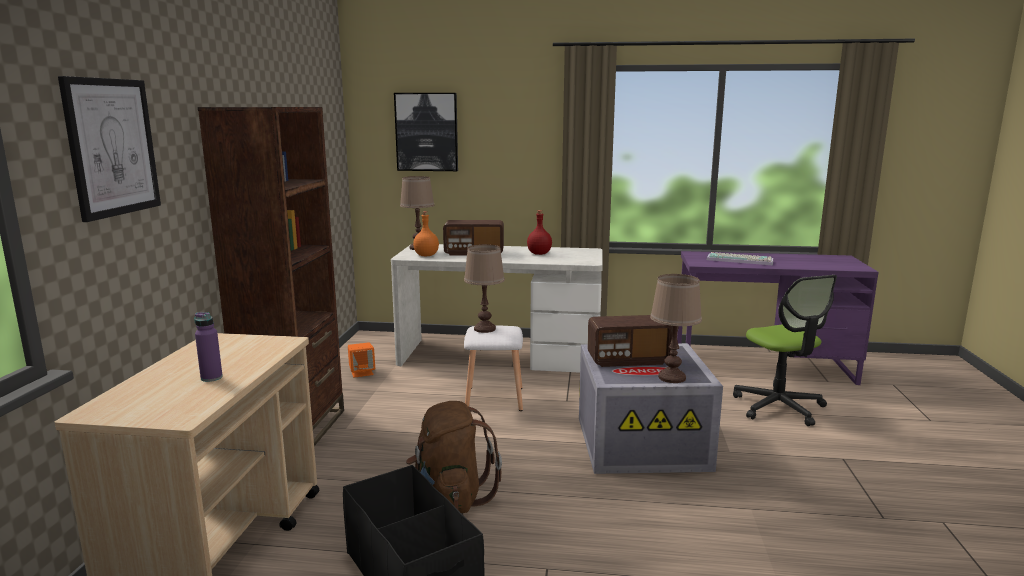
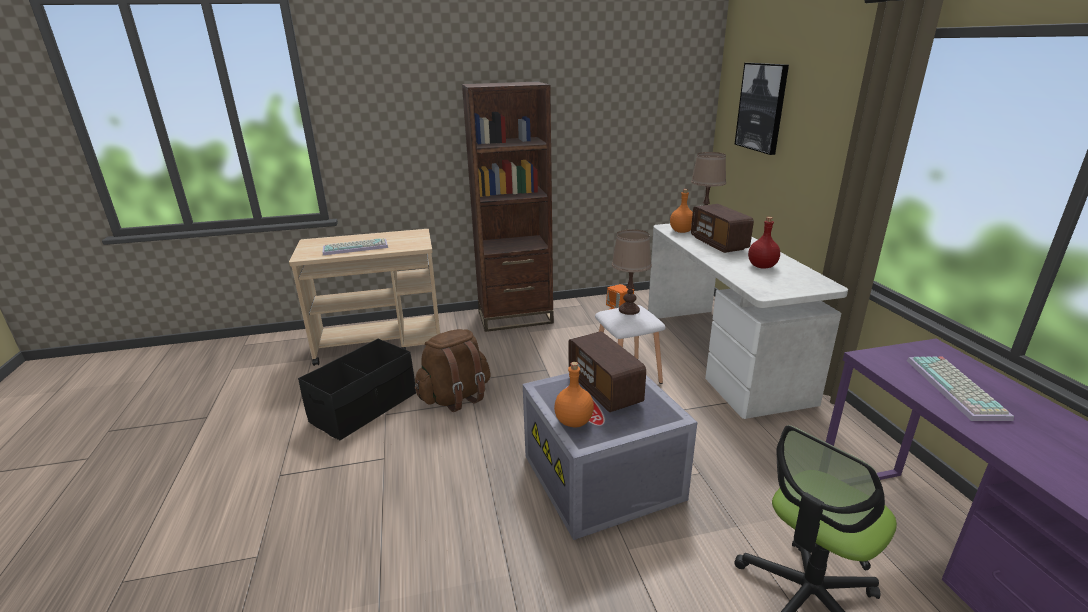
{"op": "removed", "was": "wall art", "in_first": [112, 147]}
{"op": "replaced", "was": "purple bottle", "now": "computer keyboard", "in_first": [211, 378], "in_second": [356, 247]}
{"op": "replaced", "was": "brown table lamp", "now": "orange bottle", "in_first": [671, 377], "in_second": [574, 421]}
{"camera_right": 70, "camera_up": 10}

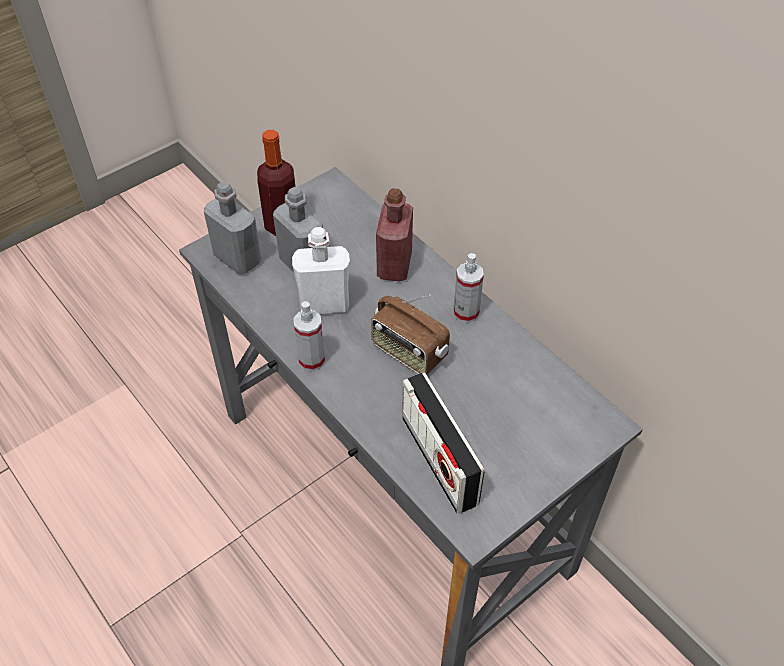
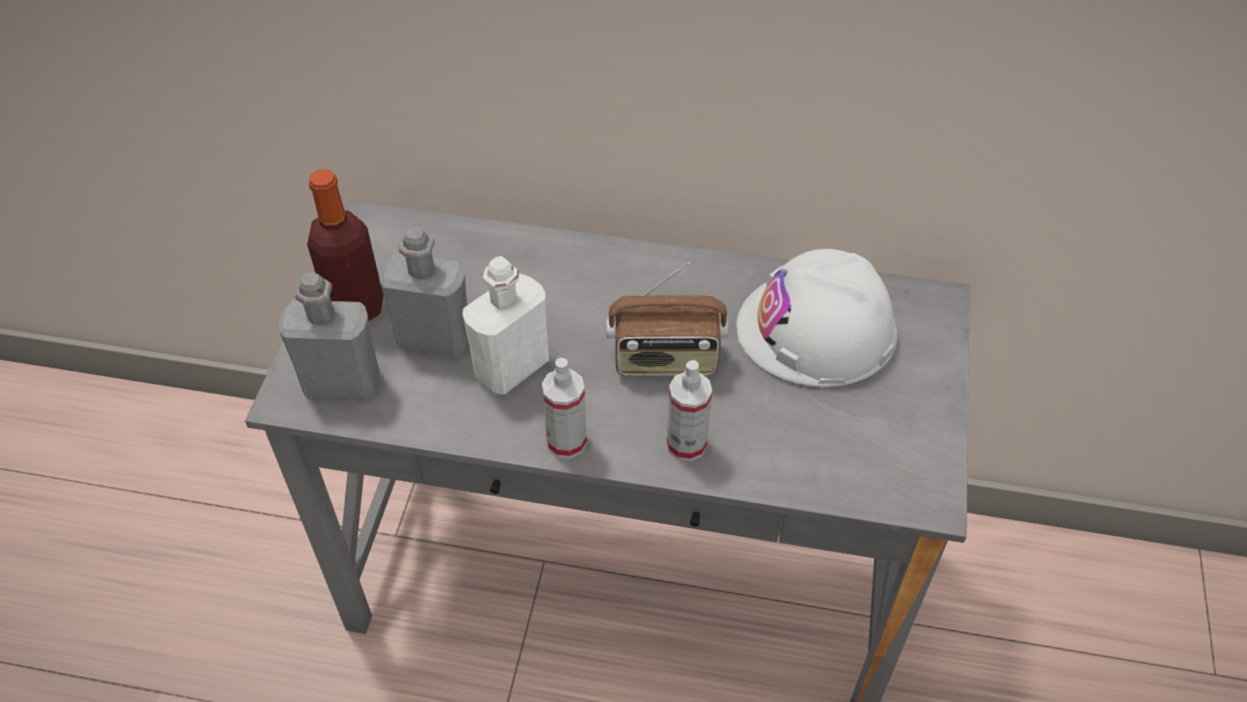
{"op": "removed", "was": "red bottle", "in_first": [394, 265]}
{"op": "removed", "was": "radio receiver", "in_first": [439, 460]}
{"op": "added", "now": "white-coloured hard hat", "in_second": [817, 330]}
{"op": "moved", "was": "hand sprayer", "in_first": [466, 312], "in_second": [686, 444]}
{"camera_right": -40, "camera_up": 0}

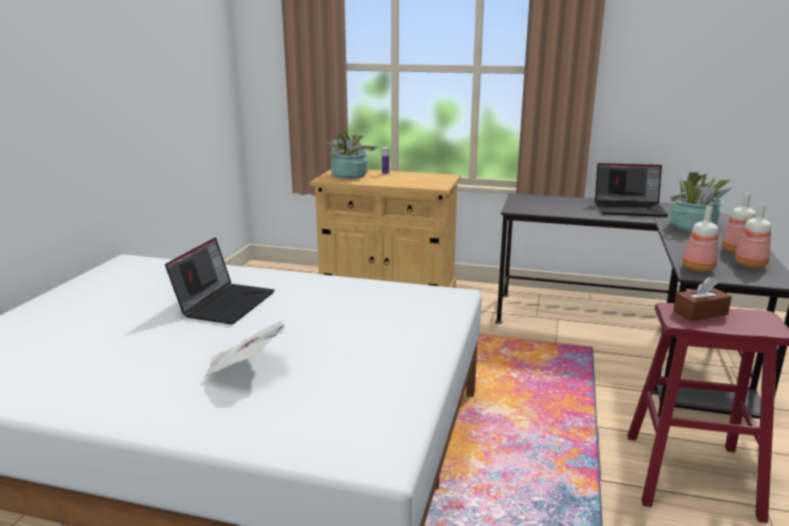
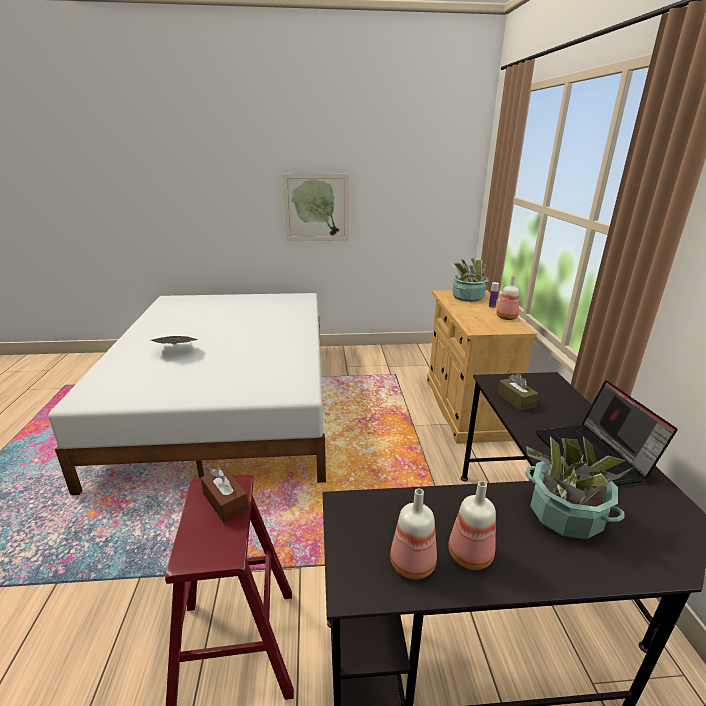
{"op": "removed", "was": "notebook computer", "in_first": [225, 303]}
{"op": "added", "now": "wall art", "in_second": [316, 208]}
{"op": "added", "now": "brown tissue box", "in_second": [516, 400]}
{"op": "moved", "was": "bottle", "in_first": [697, 268], "in_second": [506, 317]}
{"camera_right": 70, "camera_up": 5}

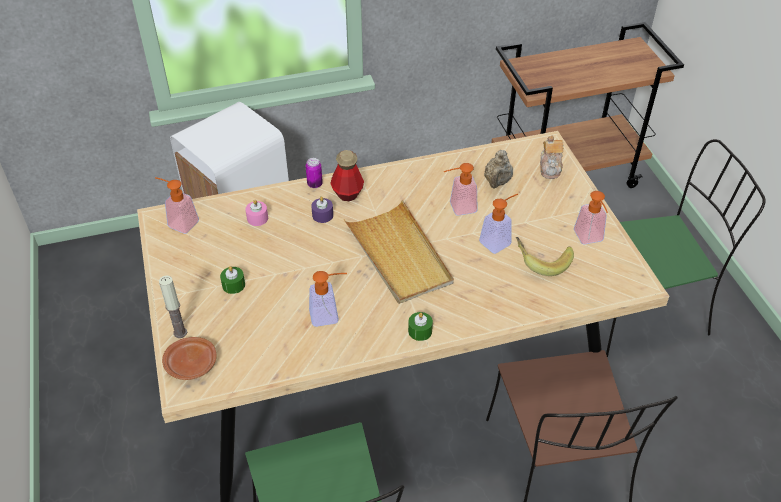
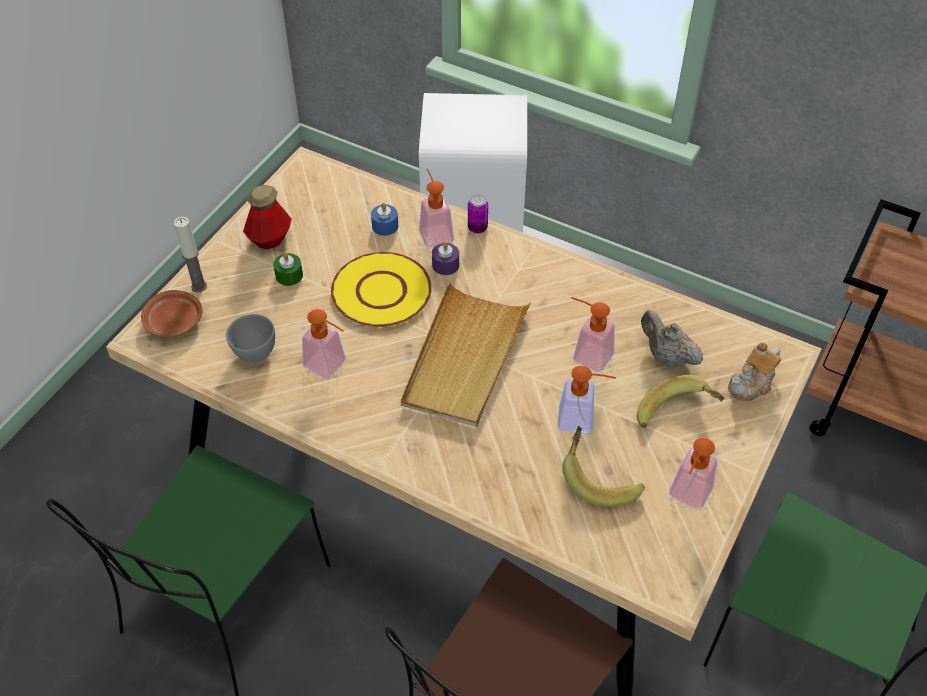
{"op": "removed", "was": "green candle", "in_first": [420, 331]}
{"op": "added", "now": "grey deep dish", "in_second": [255, 353]}
{"op": "added", "now": "yellow flat dish", "in_second": [380, 291]}
{"op": "added", "now": "whole banana", "in_second": [677, 416]}
{"op": "moved", "was": "liquid soap bottle", "in_first": [179, 222], "in_second": [434, 231]}
{"op": "moved", "was": "bottle", "in_first": [347, 193], "in_second": [270, 238]}
{"op": "recoloured", "was": "pink candle", "now": "blue candle", "in_first": [257, 218], "in_second": [385, 226]}
{"op": "turned", "was": "sand-coloured pot for tea", "in_first": [497, 182], "in_second": [666, 357], "clockwise": 75}
{"camera_right": 45, "camera_up": 5}

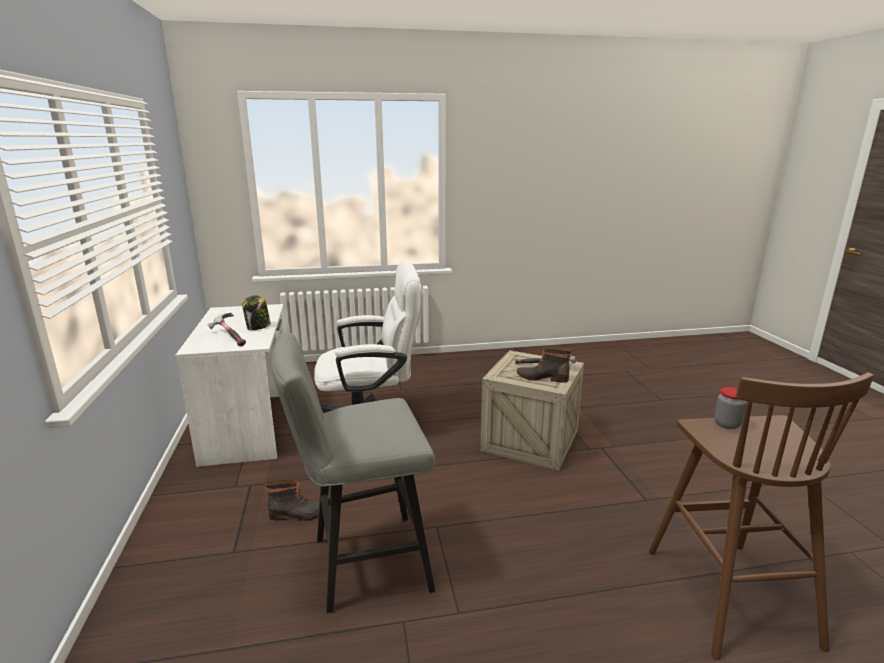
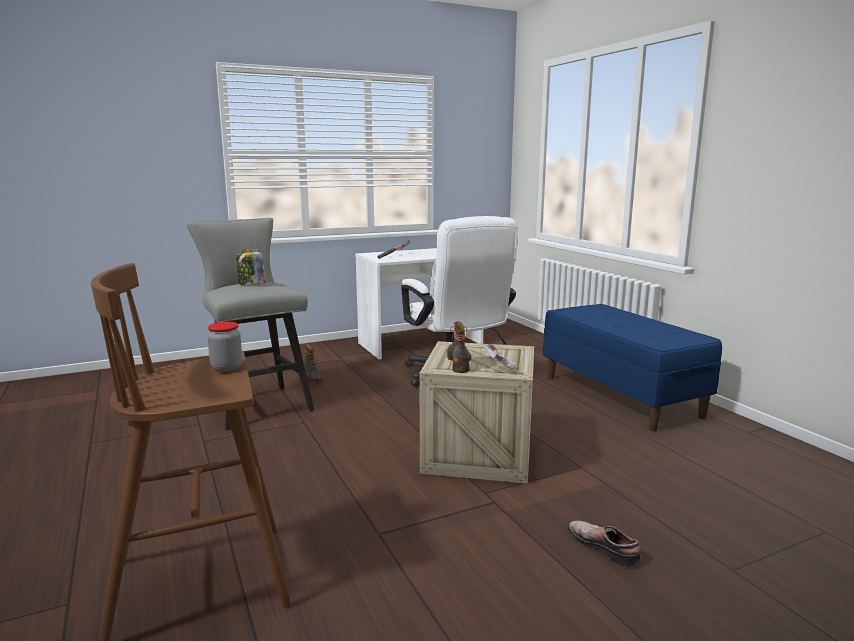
{"op": "added", "now": "blue long seat", "in_second": [621, 396]}
{"op": "added", "now": "shoe", "in_second": [604, 546]}
{"op": "moved", "was": "preserve jar", "in_first": [258, 327], "in_second": [251, 284]}
{"camera_right": 75, "camera_up": -5}

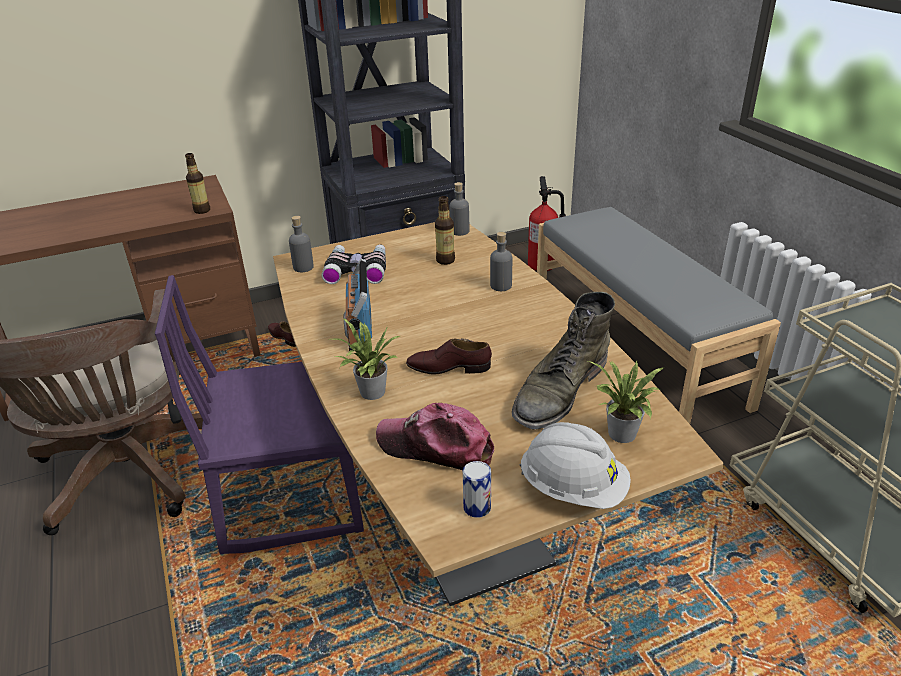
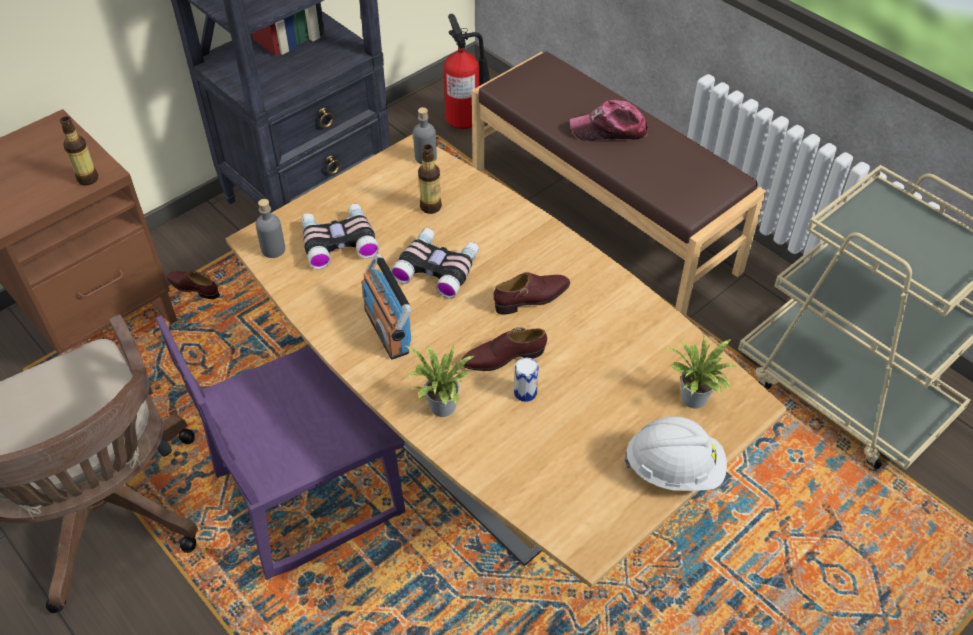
{"op": "removed", "was": "grey bottle", "in_first": [501, 286]}
{"op": "removed", "was": "green high-top boot", "in_first": [559, 391]}
{"op": "added", "now": "pair of binoculars", "in_second": [438, 267]}
{"op": "added", "now": "brown shoe", "in_second": [532, 298]}
{"op": "moved", "was": "peaked cap", "in_first": [436, 447], "in_second": [609, 130]}
{"op": "moved", "was": "metal can", "in_first": [477, 507], "in_second": [525, 392]}
{"op": "recoloured", "was": "grey long seat", "now": "brown long seat", "in_first": [635, 349], "in_second": [603, 219]}
{"camera_right": -20, "camera_up": 15}

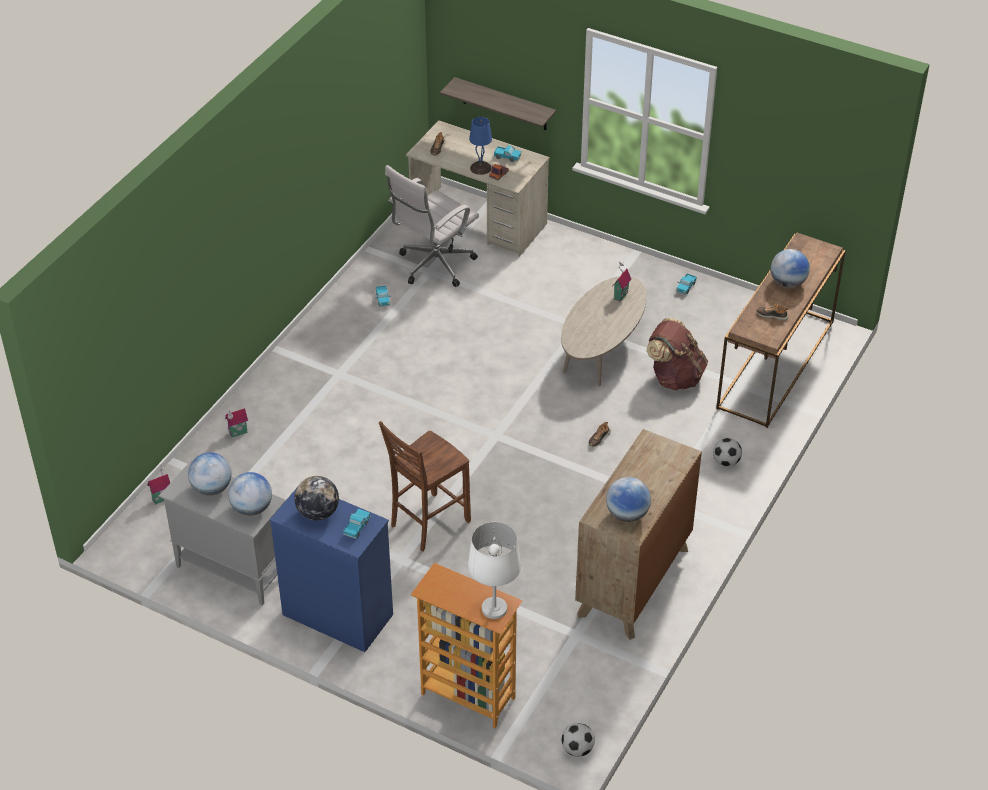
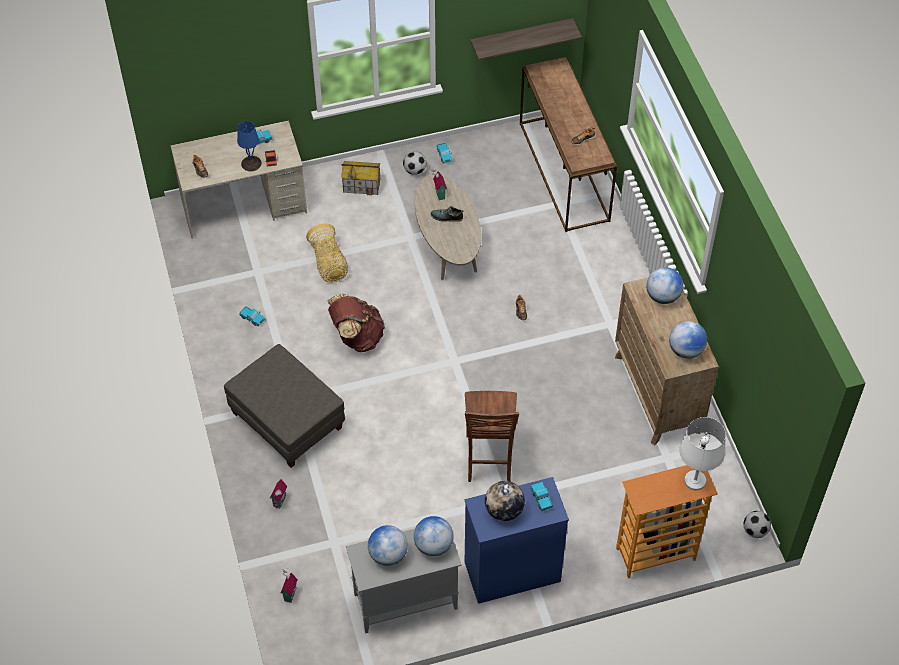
{"op": "removed", "was": "white-coloured office chair", "in_first": [433, 266]}
{"op": "added", "now": "grey footrest", "in_second": [287, 421]}
{"op": "added", "now": "basket", "in_second": [328, 263]}
{"op": "added", "now": "model house", "in_second": [362, 185]}
{"op": "added", "now": "shoe", "in_second": [447, 217]}
{"op": "moved", "was": "bracket shelf", "in_first": [504, 104], "in_second": [521, 37]}
{"op": "moved", "was": "brown rucksack", "in_first": [674, 377], "in_second": [357, 337]}
{"op": "moved", "was": "ball for football", "in_first": [726, 462], "in_second": [414, 170]}
{"op": "moved", "was": "world globe", "in_first": [787, 282], "in_second": [662, 296]}
{"camera_right": -45, "camera_up": 10}

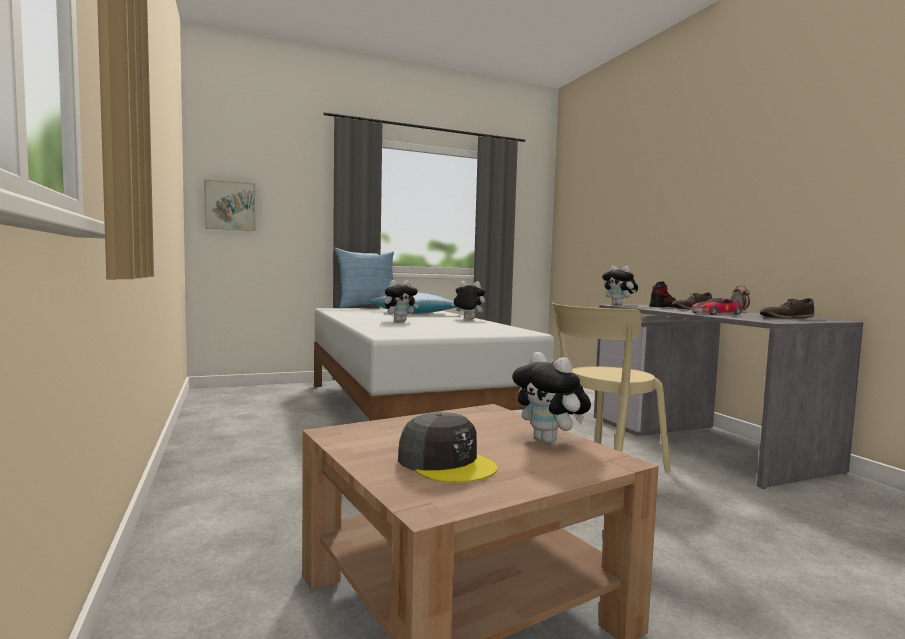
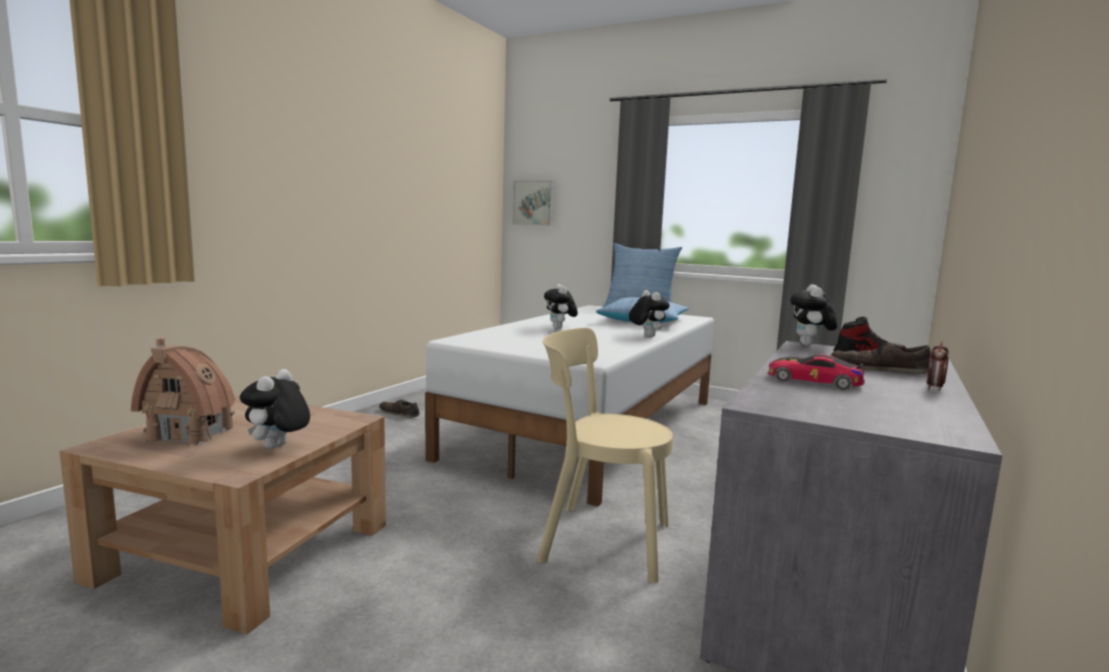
{"op": "moved", "was": "brown shoe", "in_first": [786, 318], "in_second": [399, 413]}
{"op": "replaced", "was": "grey peaked cap", "now": "model house", "in_first": [446, 463], "in_second": [191, 434]}
{"op": "turned", "was": "plush toy", "in_first": [400, 321], "in_second": [560, 328], "clockwise": 60}
{"camera_right": 50, "camera_up": 5}

